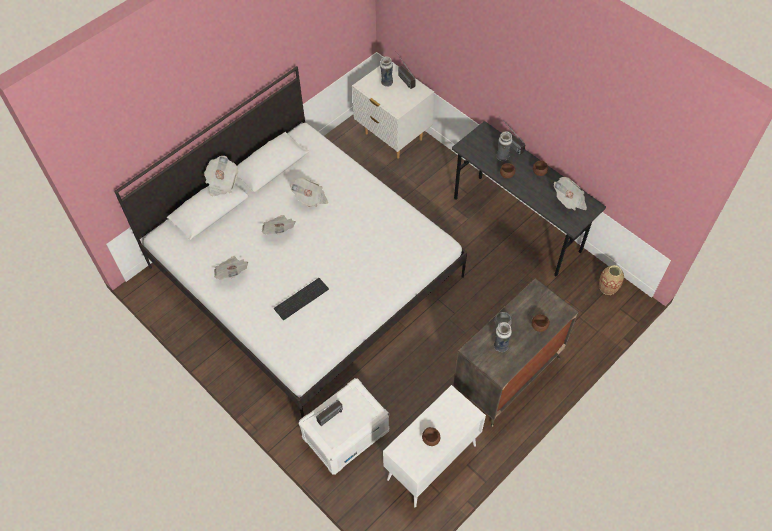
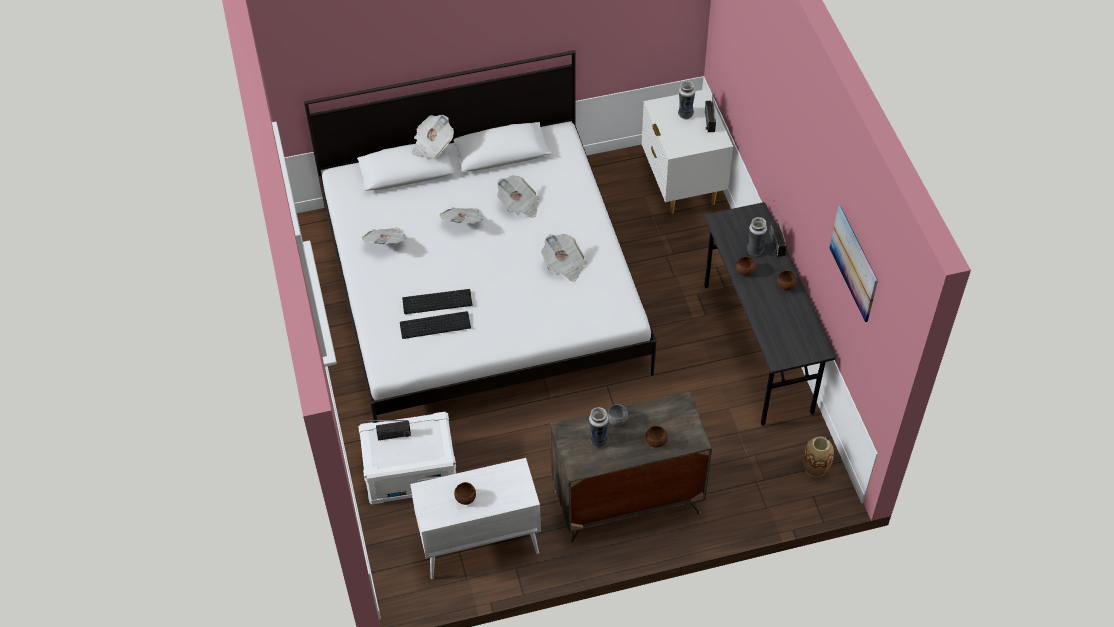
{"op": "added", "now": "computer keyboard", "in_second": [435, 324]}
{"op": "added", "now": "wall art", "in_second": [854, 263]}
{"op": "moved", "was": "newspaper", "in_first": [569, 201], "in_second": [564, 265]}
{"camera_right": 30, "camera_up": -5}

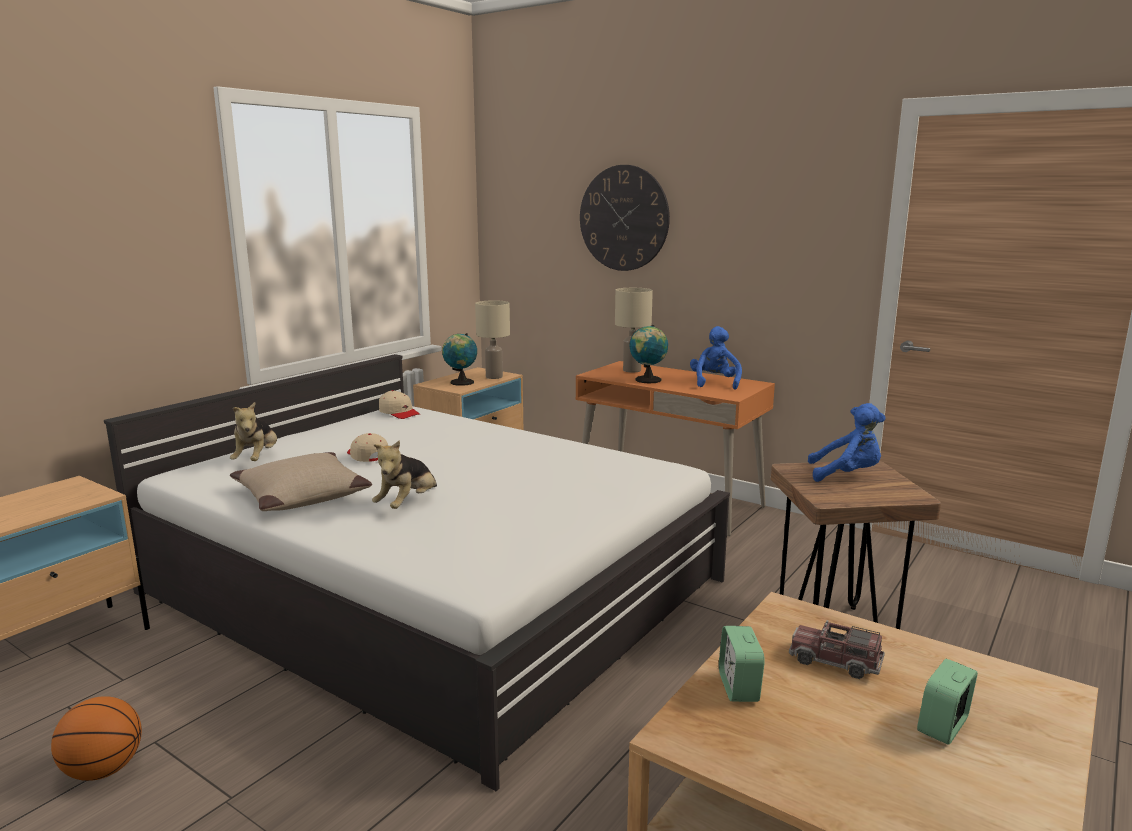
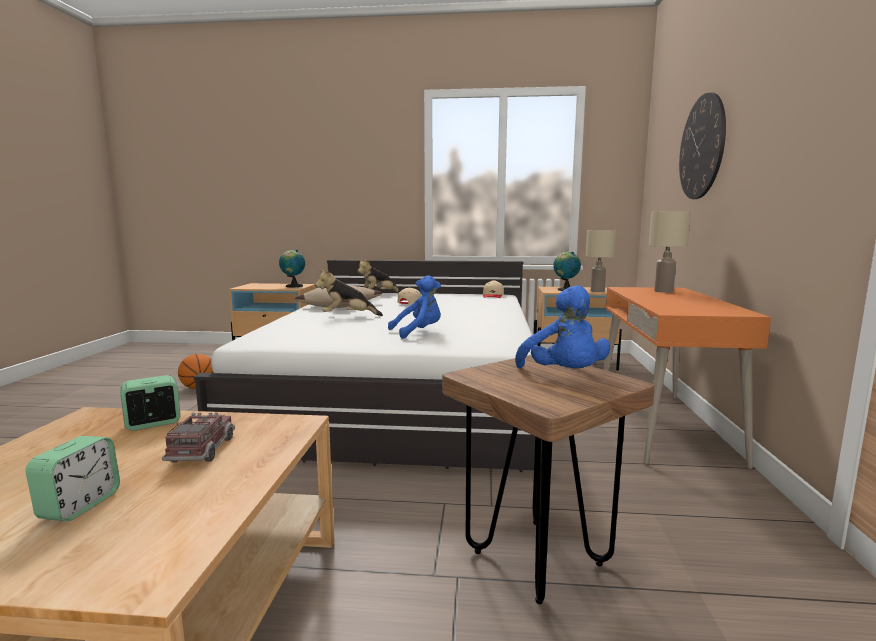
{"op": "moved", "was": "world globe", "in_first": [647, 380], "in_second": [293, 286]}
{"op": "moved", "was": "blue plush toy", "in_first": [714, 383], "in_second": [418, 332]}
{"op": "turned", "was": "alarm clock", "in_first": [943, 726], "in_second": [80, 505], "clockwise": 90}
{"camera_right": 60, "camera_up": -5}

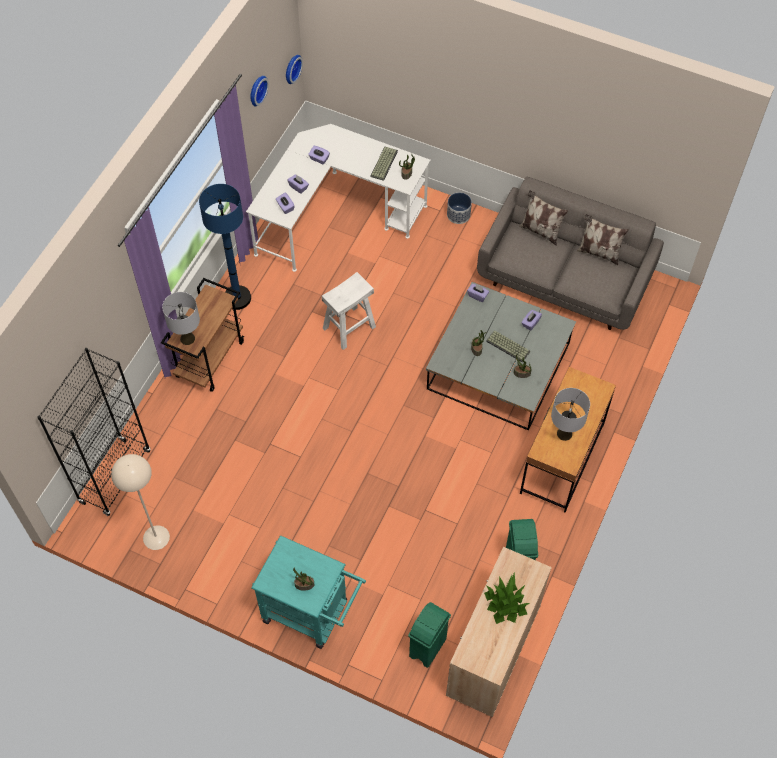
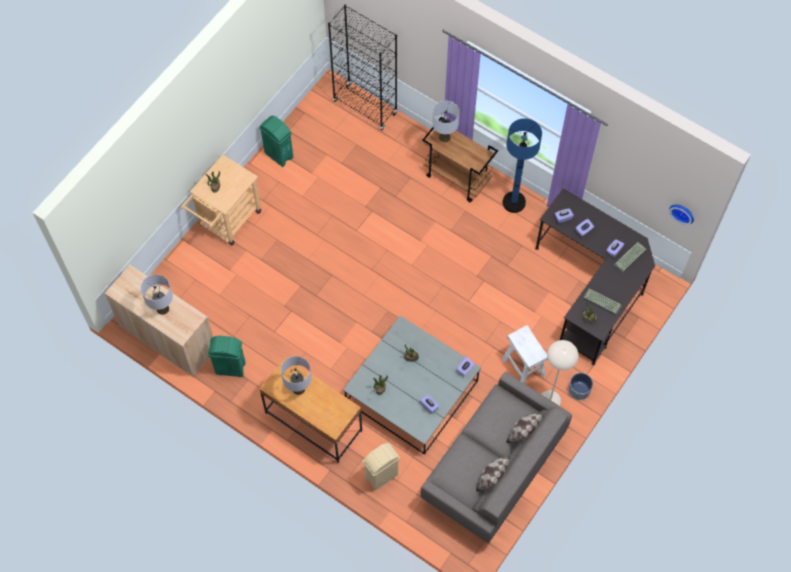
{"op": "removed", "was": "hanging clock", "in_first": [256, 90]}
{"op": "added", "now": "sand-coloured rubbish bin", "in_second": [382, 476]}
{"op": "moved", "was": "sand-coloured standard lamp", "in_first": [156, 537], "in_second": [549, 400]}
{"op": "moved", "was": "white-coloured stool seat", "in_first": [349, 328], "in_second": [523, 367]}
{"op": "moved", "was": "green rubbish bin", "in_first": [427, 648], "in_second": [278, 155]}
{"op": "moved", "was": "computer keyboard", "in_first": [508, 346], "in_second": [630, 258]}
{"op": "replaced", "was": "houseplant", "now": "grey table lamp", "in_first": [506, 603], "in_second": [163, 309]}
{"op": "recoloured", "was": "white-coloured desk unit", "now": "black desk unit", "in_first": [335, 214], "in_second": [592, 287]}
{"op": "recoloured", "was": "blue-green trolley", "now": "sand-coloured trolley", "in_first": [312, 614], "in_second": [226, 222]}
{"camera_right": 100, "camera_up": 5}

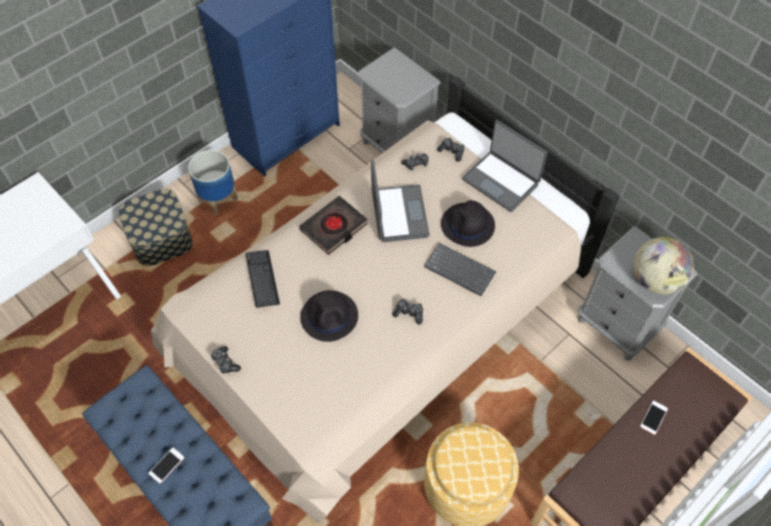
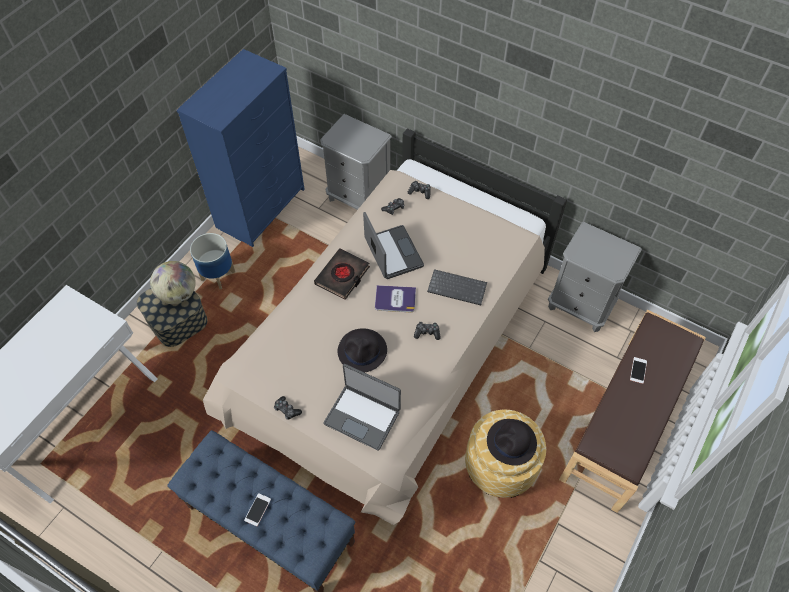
{"op": "removed", "was": "computer keyboard", "in_first": [262, 279]}
{"op": "added", "now": "bound book", "in_second": [395, 299]}
{"op": "moved", "was": "black hat", "in_first": [467, 225], "in_second": [511, 442]}
{"op": "moved", "was": "notebook computer", "in_first": [501, 181], "in_second": [363, 416]}
{"op": "moved", "was": "world globe", "in_first": [655, 280], "in_second": [178, 294]}
{"camera_right": -15, "camera_up": 0}

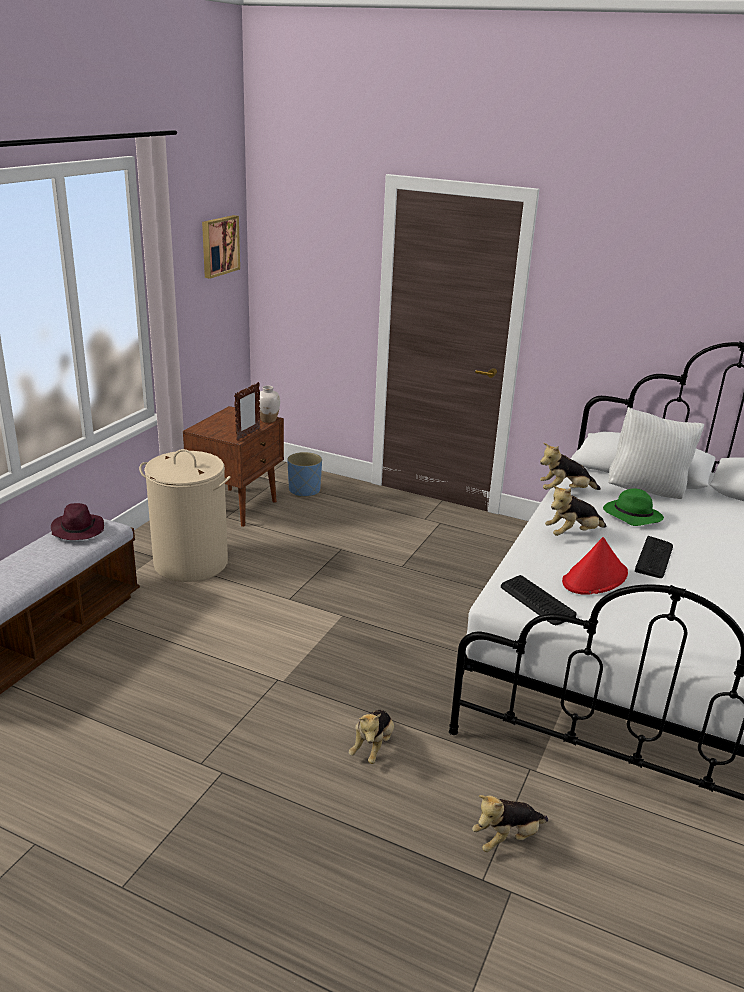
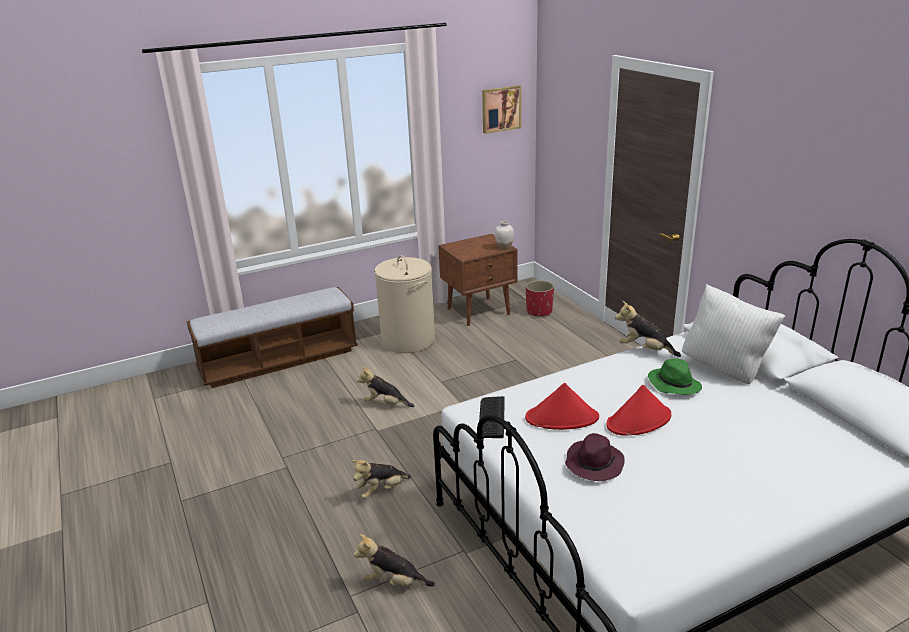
{"op": "removed", "was": "standing frame", "in_first": [248, 435]}
{"op": "moved", "was": "purple hat", "in_first": [77, 530], "in_second": [594, 463]}
{"op": "moved", "was": "plush toy", "in_first": [572, 534], "in_second": [385, 404]}
{"op": "replaced", "was": "computer keyboard", "now": "red hat", "in_first": [654, 558], "in_second": [639, 420]}
{"op": "recoloured", "was": "blue planter", "now": "red planter", "in_first": [304, 491], "in_second": [539, 312]}
{"camera_right": 40, "camera_up": 0}

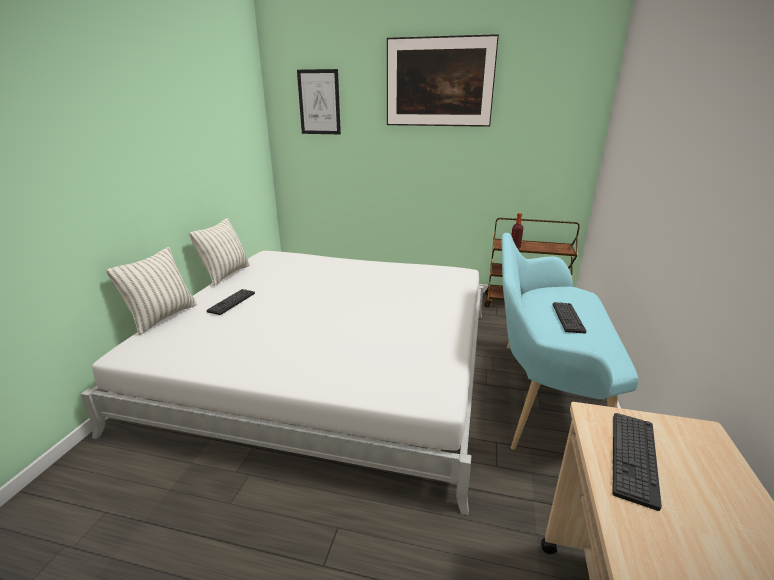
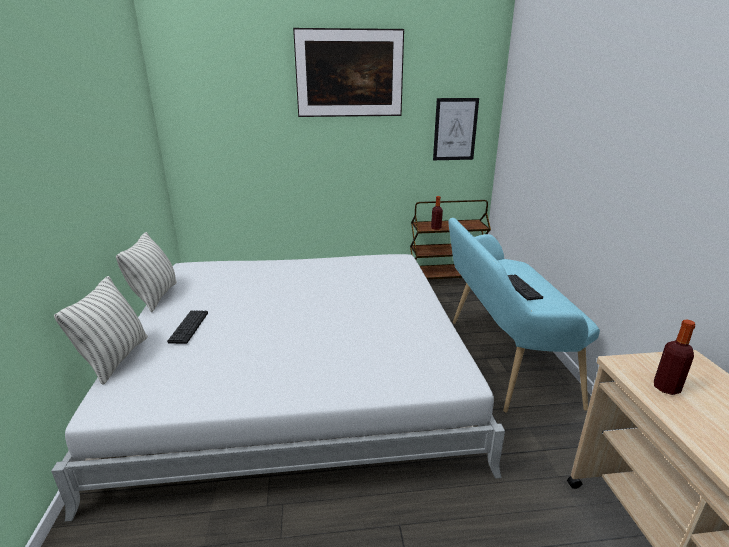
{"op": "moved", "was": "wall art", "in_first": [319, 102], "in_second": [455, 129]}
{"op": "replaced", "was": "computer keyboard", "now": "bottle", "in_first": [633, 457], "in_second": [666, 388]}
{"camera_right": -20, "camera_up": 0}

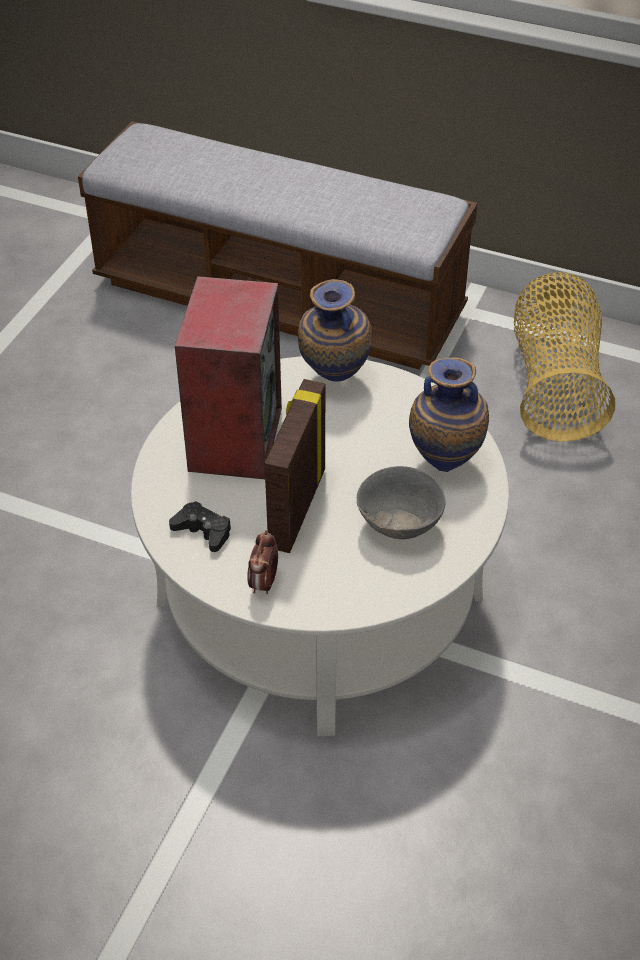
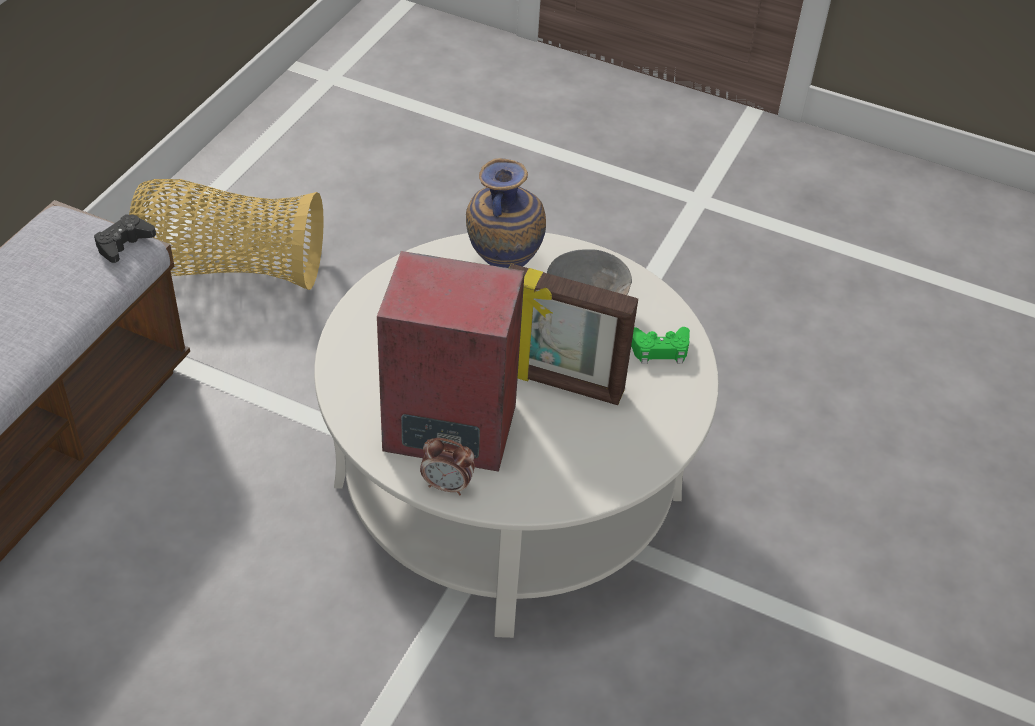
{"op": "removed", "was": "decorative vase", "in_first": [333, 381]}
{"op": "added", "now": "green joypad", "in_second": [659, 349]}
{"op": "moved", "was": "black joypad", "in_first": [203, 531], "in_second": [124, 243]}
{"op": "moved", "was": "alarm clock", "in_first": [264, 583], "in_second": [447, 486]}
{"camera_right": -90, "camera_up": 0}

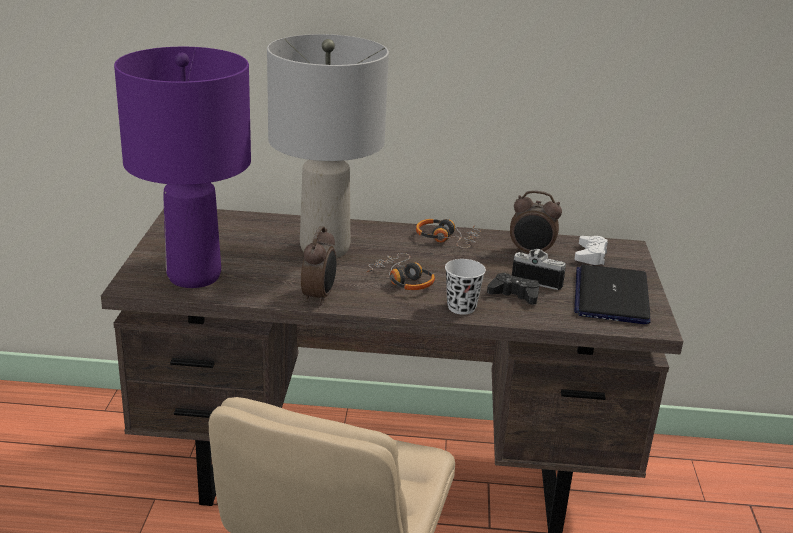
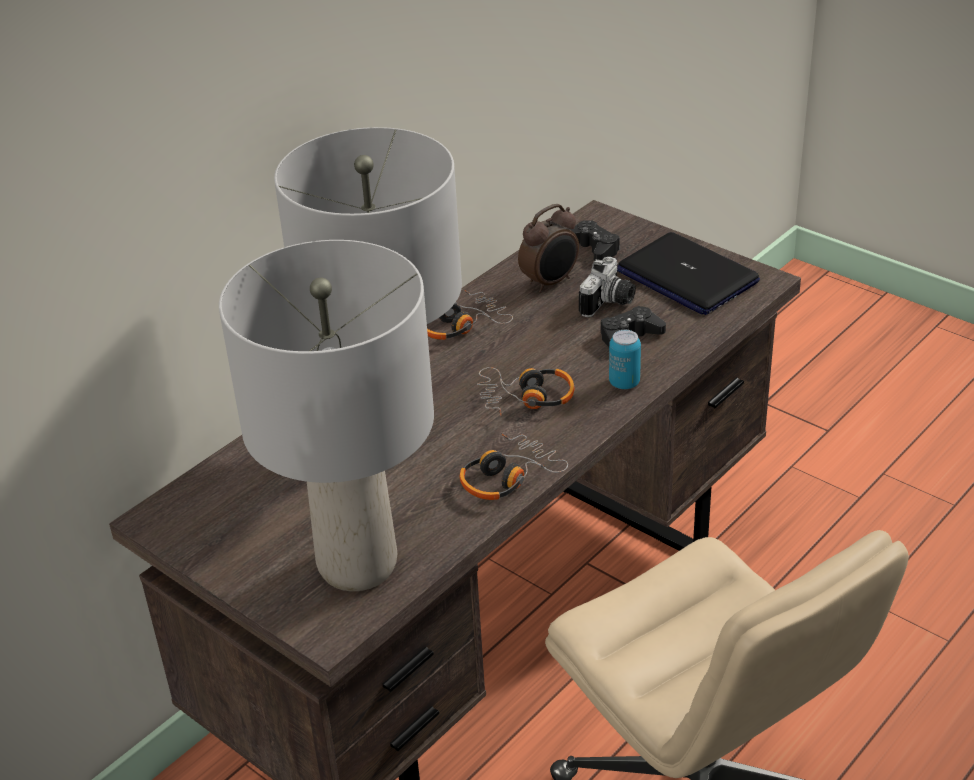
{"op": "replaced", "was": "alarm clock", "now": "headphones", "in_first": [319, 296], "in_second": [508, 477]}
{"op": "replaced", "was": "white-coloured cup", "now": "metal can", "in_first": [461, 307], "in_second": [624, 383]}
{"op": "recoloured", "was": "purple table lamp", "now": "grey table lamp", "in_first": [195, 276], "in_second": [357, 564]}
{"op": "recoloured", "was": "white-coloured joypad", "now": "black joypad", "in_first": [590, 255], "in_second": [593, 248]}
{"op": "turned", "was": "photo camera", "in_first": [539, 278], "in_second": [609, 303], "clockwise": 150}
{"camera_right": -50, "camera_up": 10}

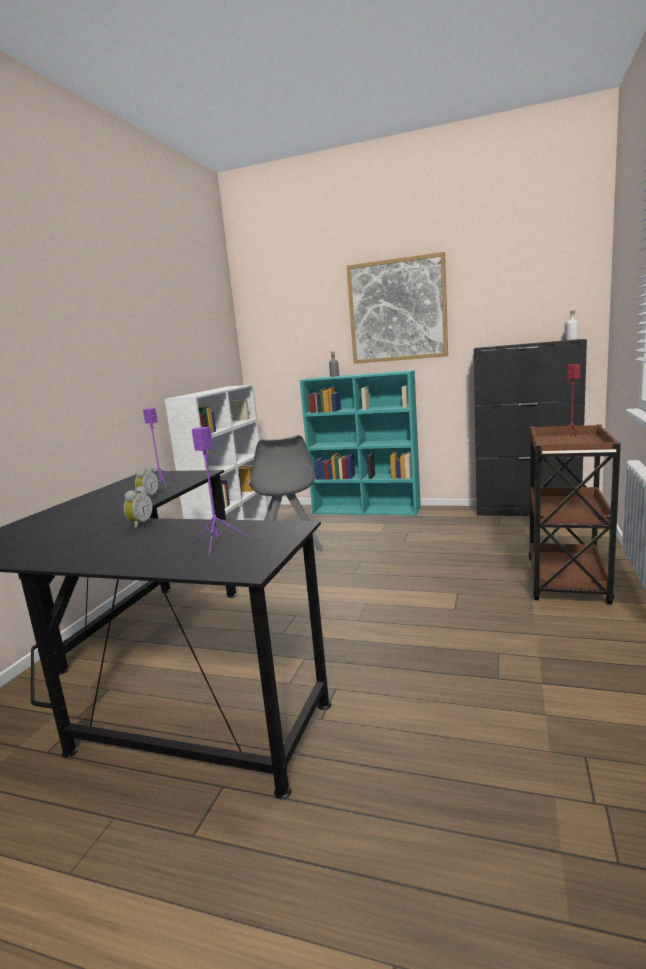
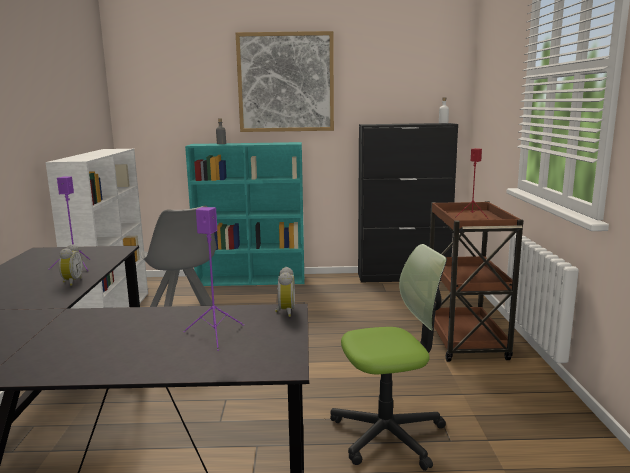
{"op": "added", "now": "office chair", "in_second": [388, 434]}
{"op": "moved", "was": "alarm clock", "in_first": [139, 524], "in_second": [284, 311]}
{"camera_right": -20, "camera_up": 0}

